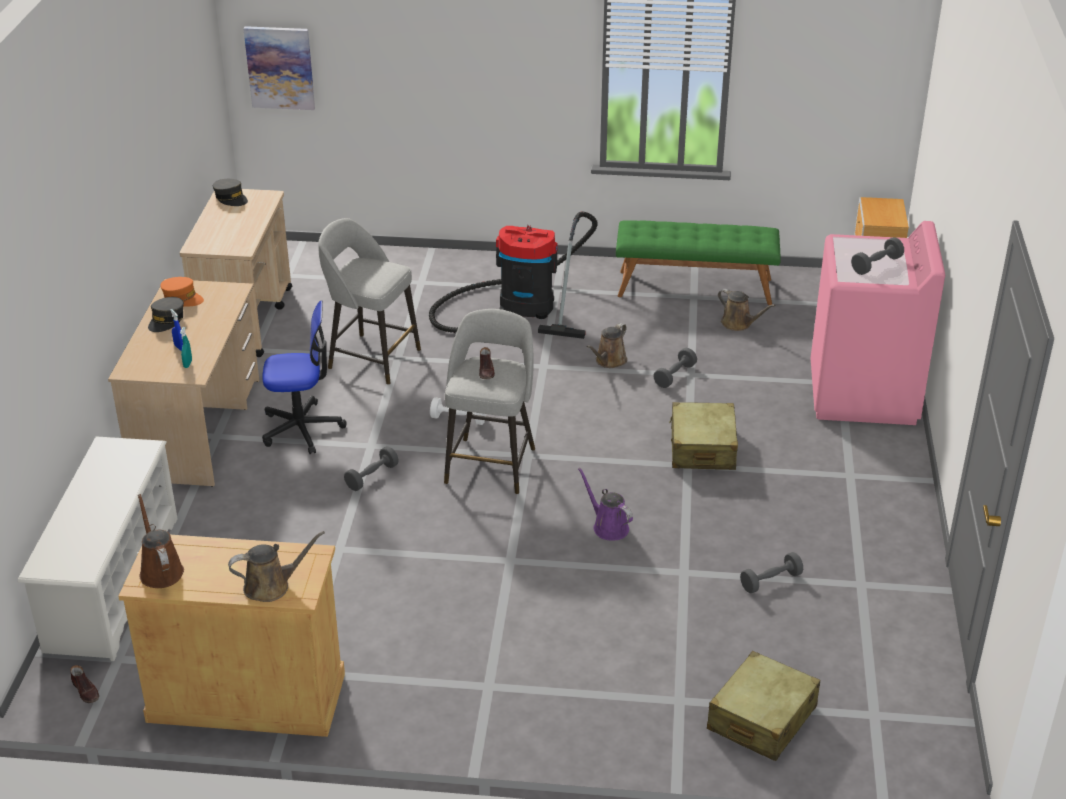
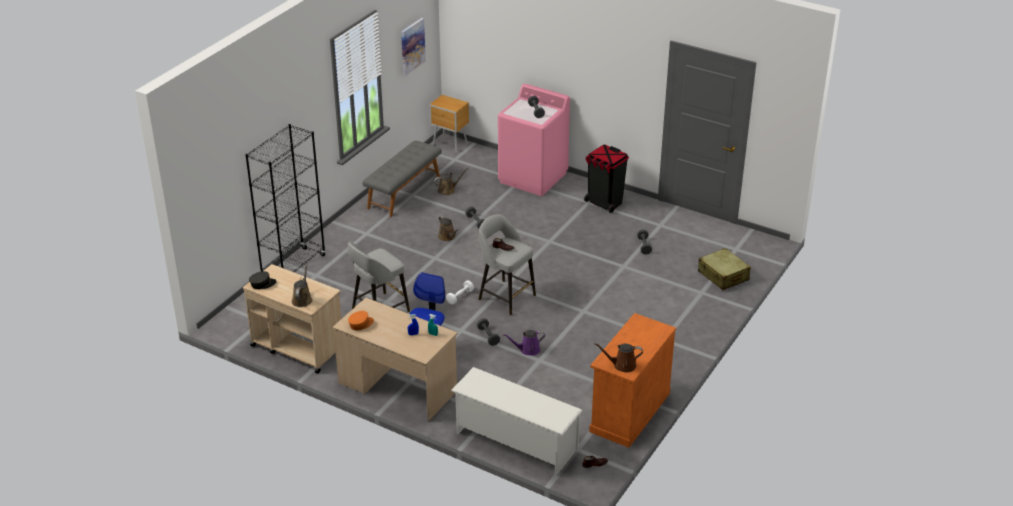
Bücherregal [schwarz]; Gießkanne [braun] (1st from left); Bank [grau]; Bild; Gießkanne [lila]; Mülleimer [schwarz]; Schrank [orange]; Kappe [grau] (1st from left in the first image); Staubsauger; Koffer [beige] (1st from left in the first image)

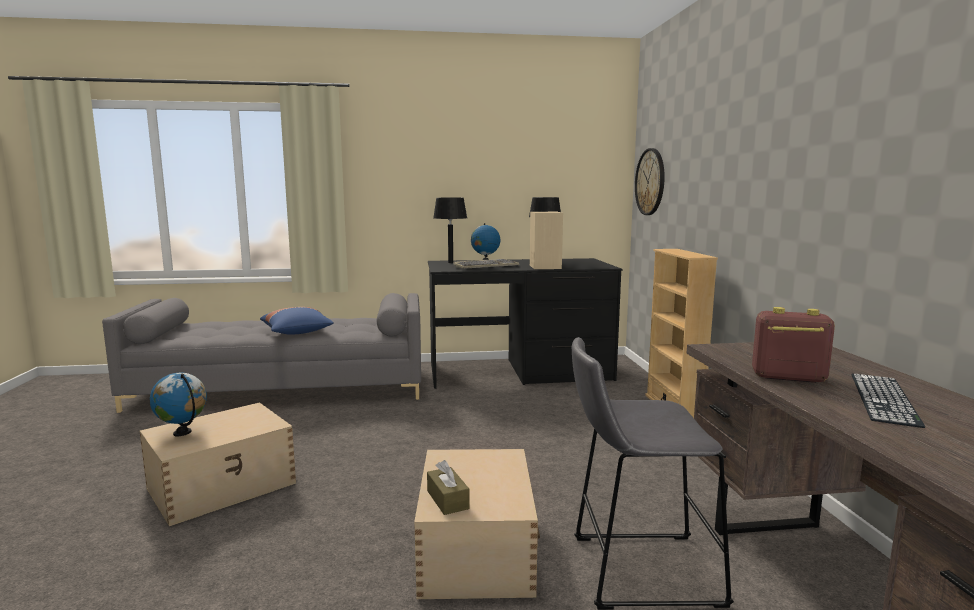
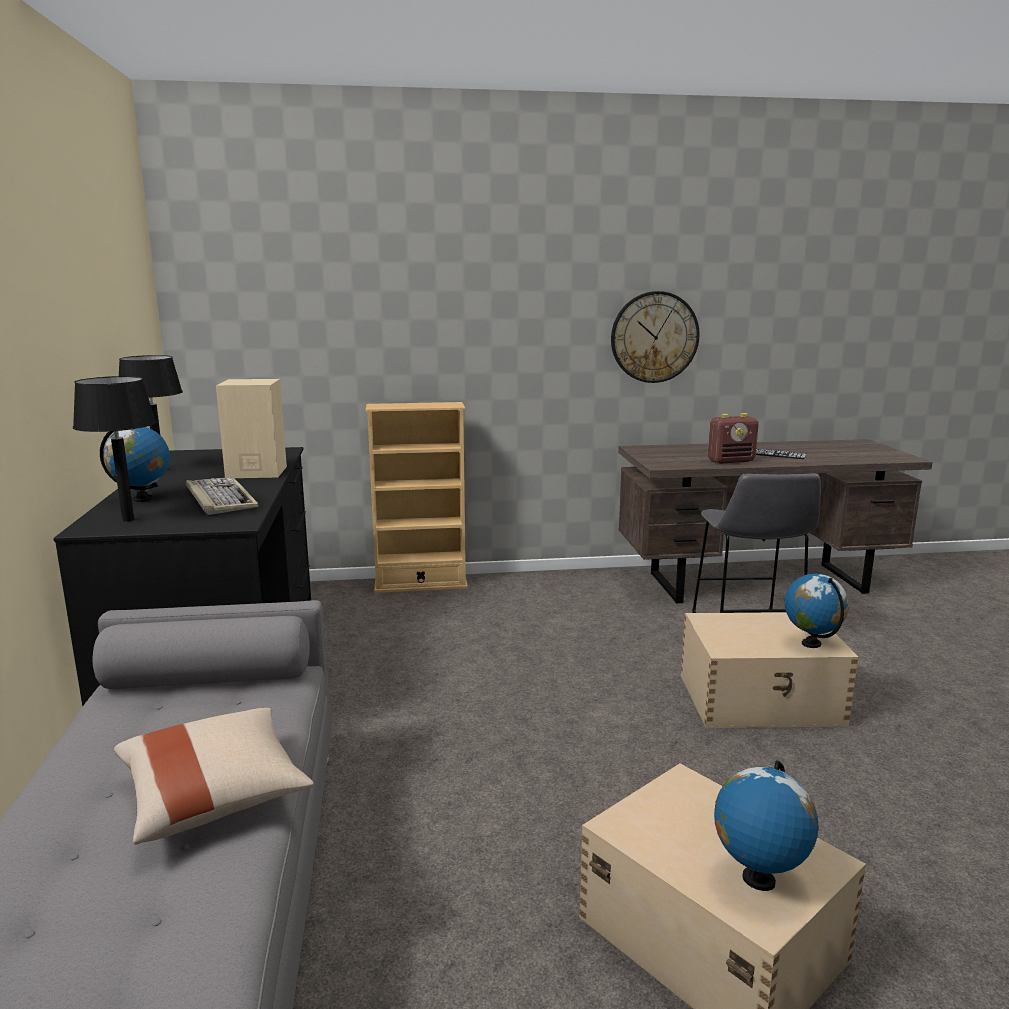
Kissen [beige]; Wanduhr; Radio; Globus (3rd from left)

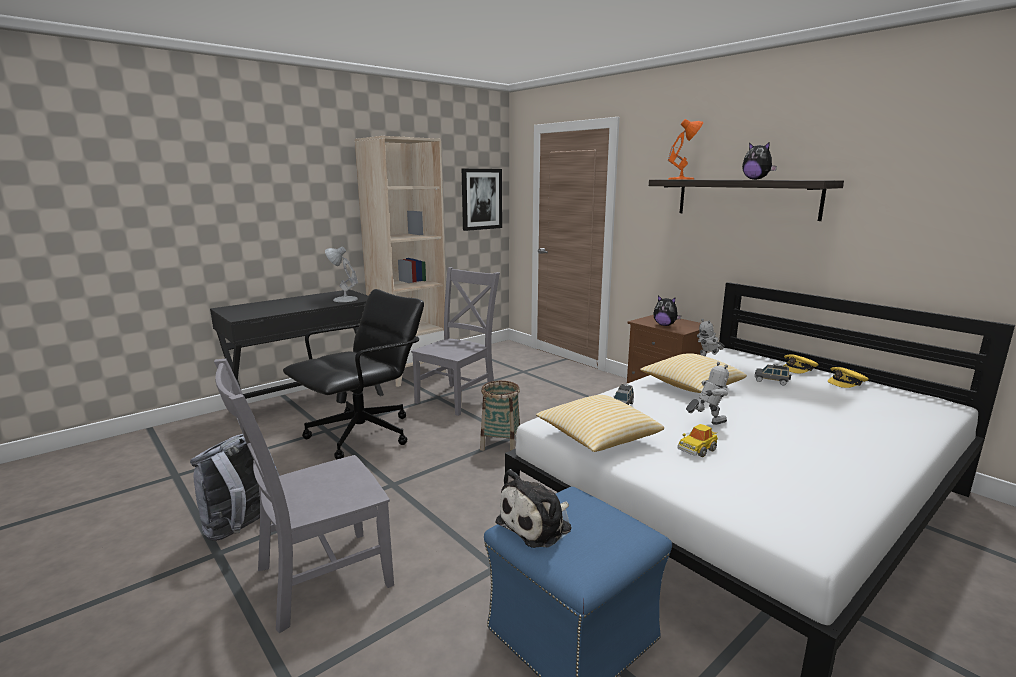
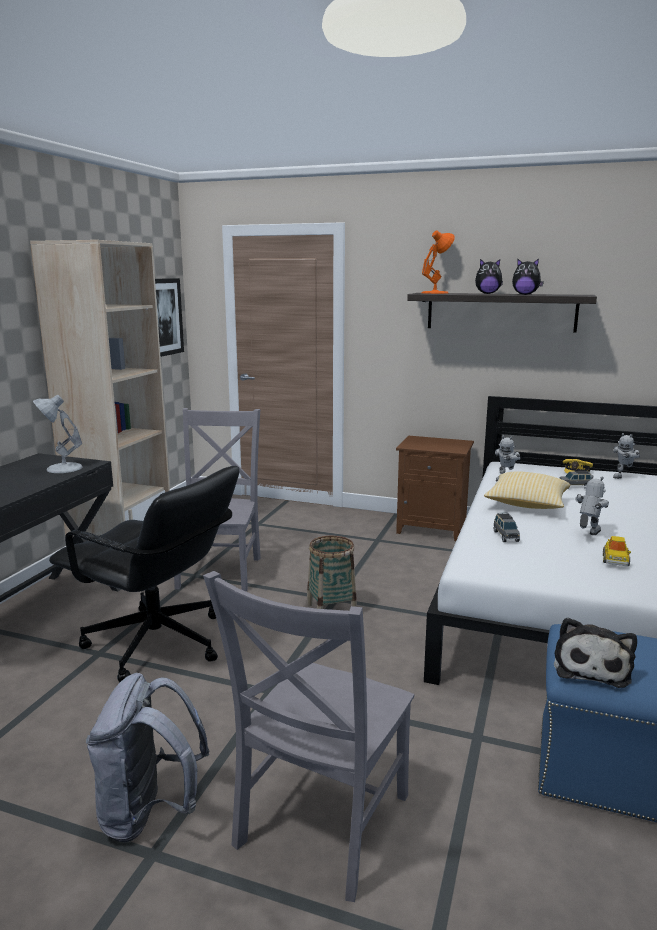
Bürostuhl [schwarz]; Plüschtier (1st from left); Spielzeugroboter (3rd from left); Kissen (1st from left in the first image)

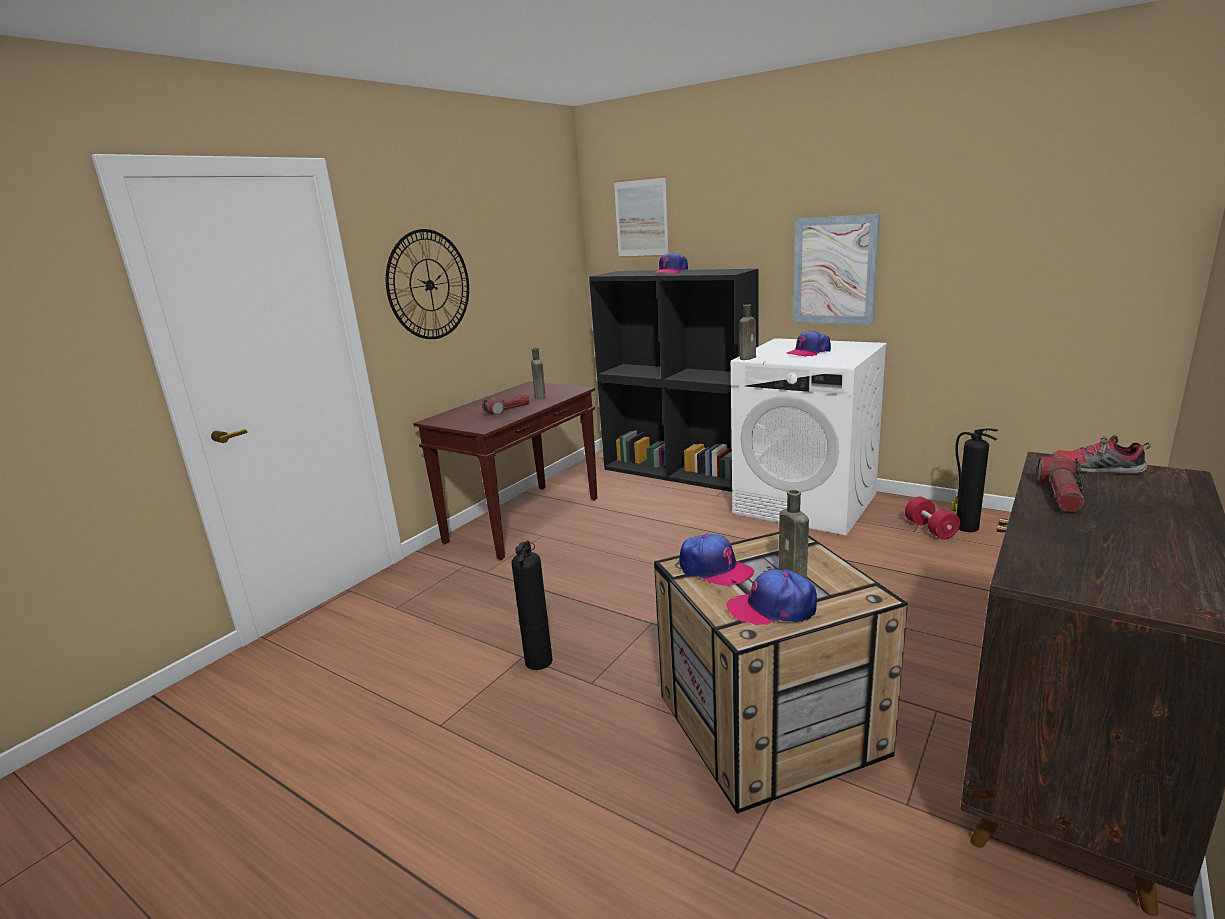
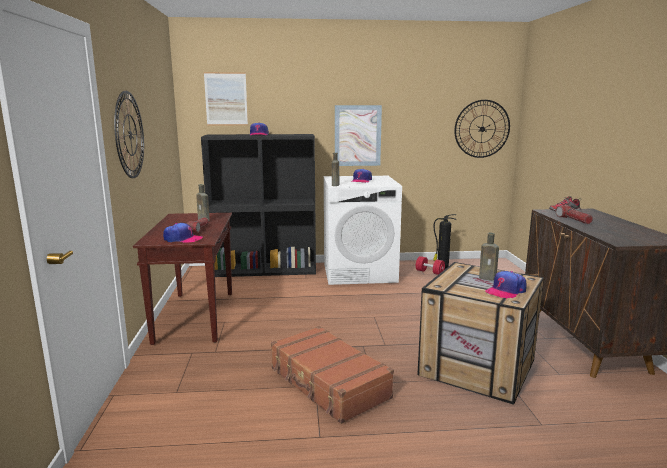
Kappe (1st from left); Koffer [braun]; Wanduhr (2nd from left)

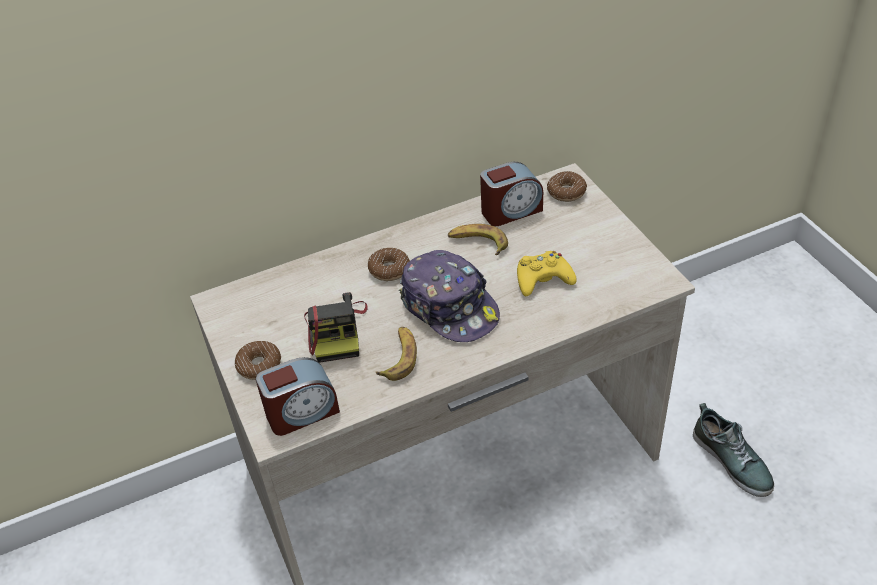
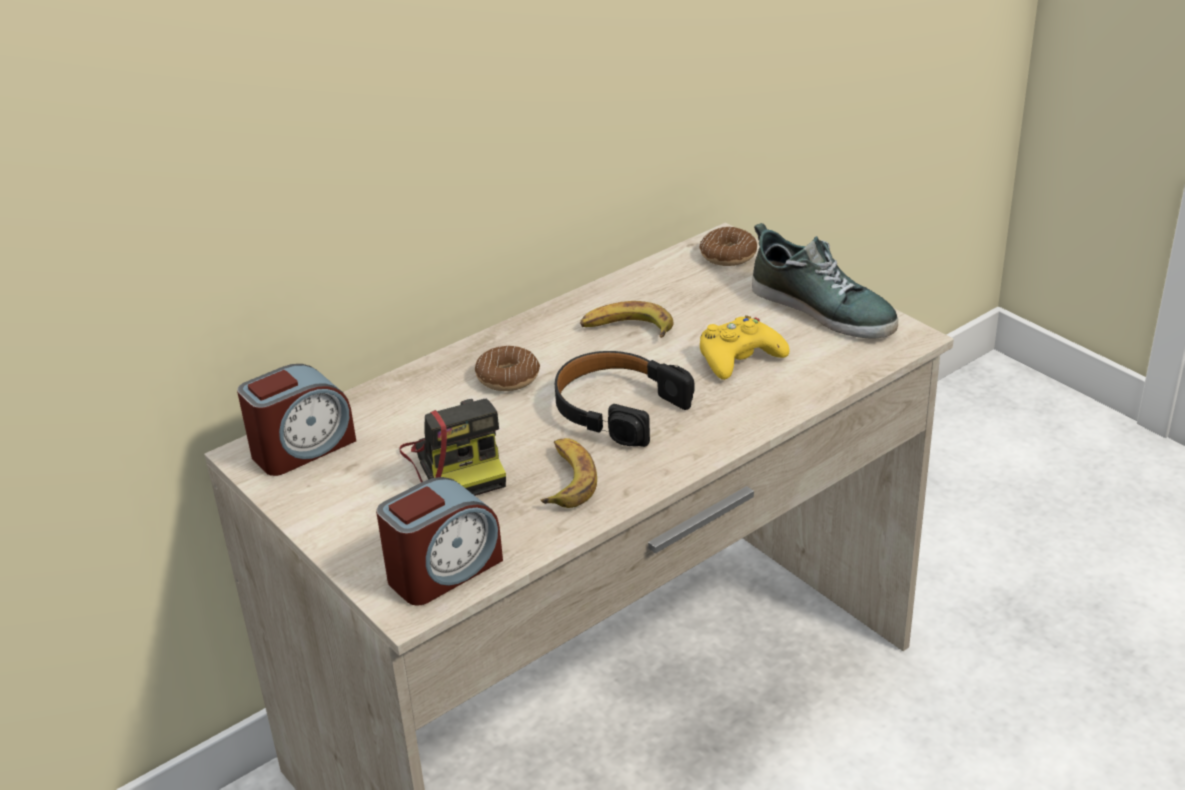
Wecker (1st from left); Kopfhörer [schwarz]; Schuh; Donut (1st from left in the first image)

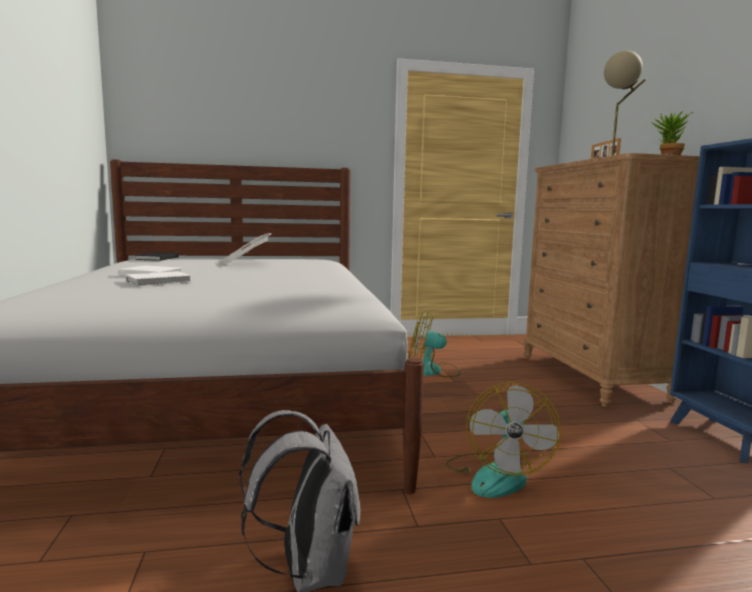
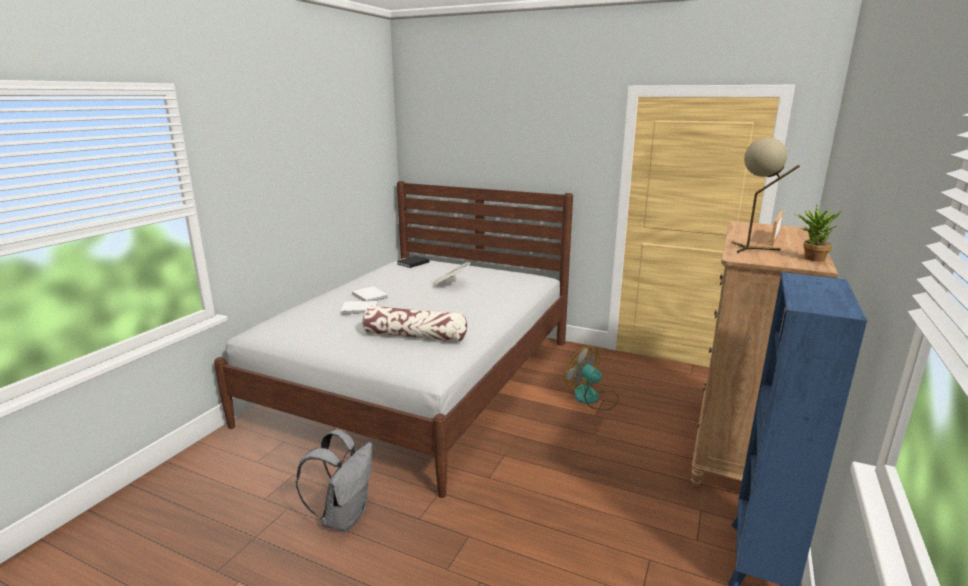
Kissen; Ventilator (2nd from left in the first image)

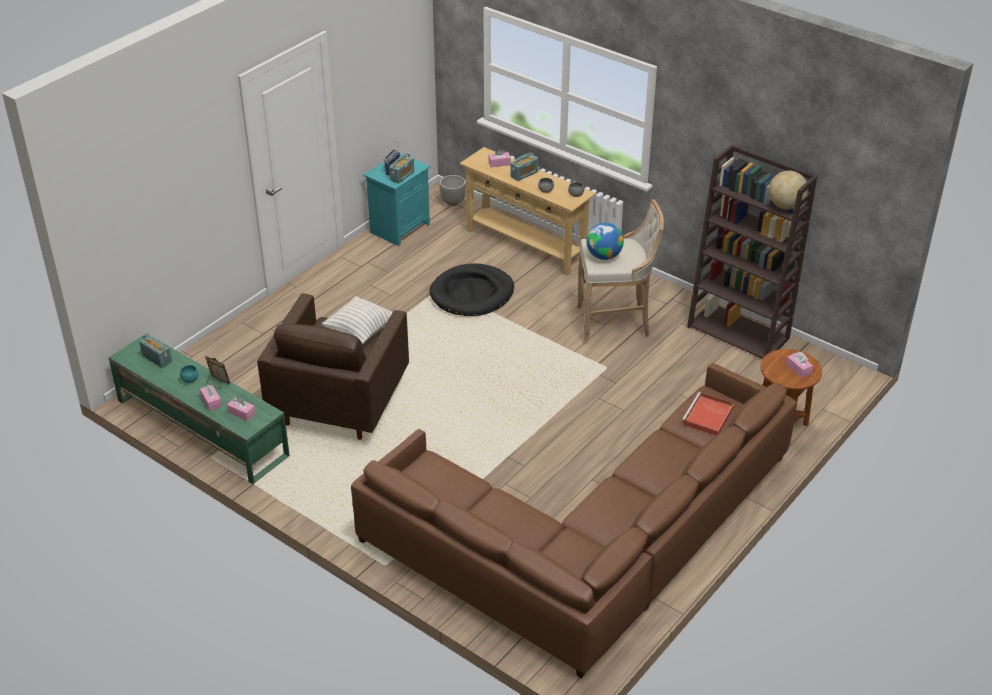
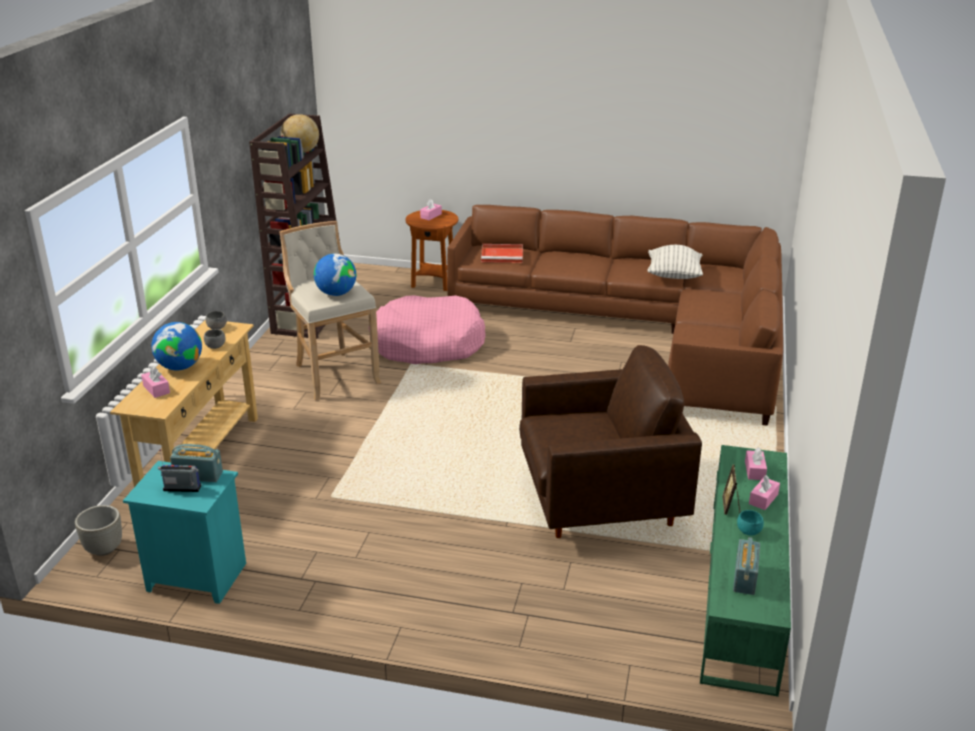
Globus (1st from left); Hundebett [rosa]; Kissen; Hundebett [schwarz]

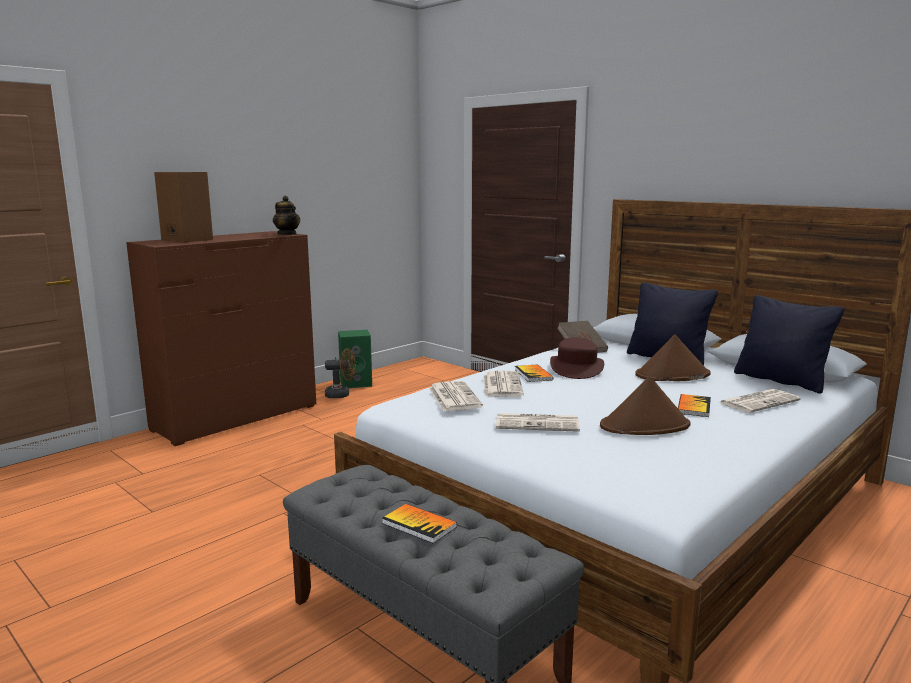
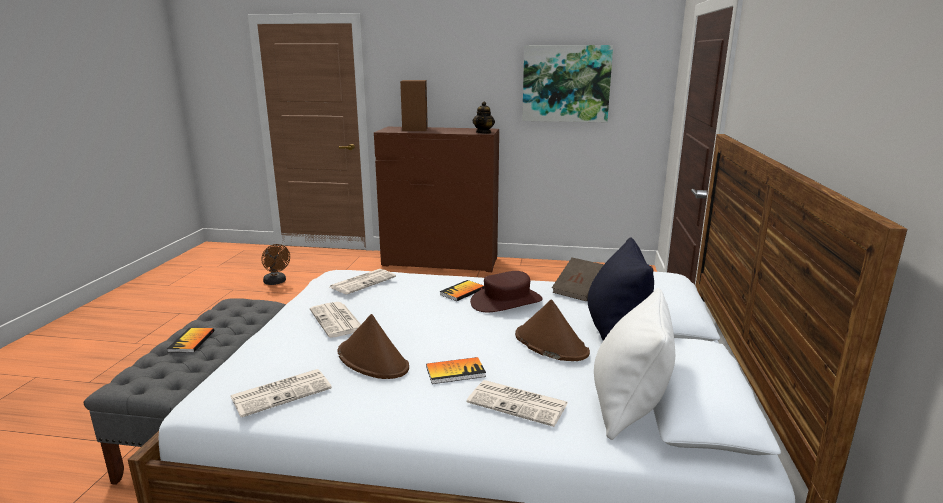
Zeitung (1st from left); Ventilator [braun]; Bild; Kissen [weiß]; Lautsprecher [grün]

